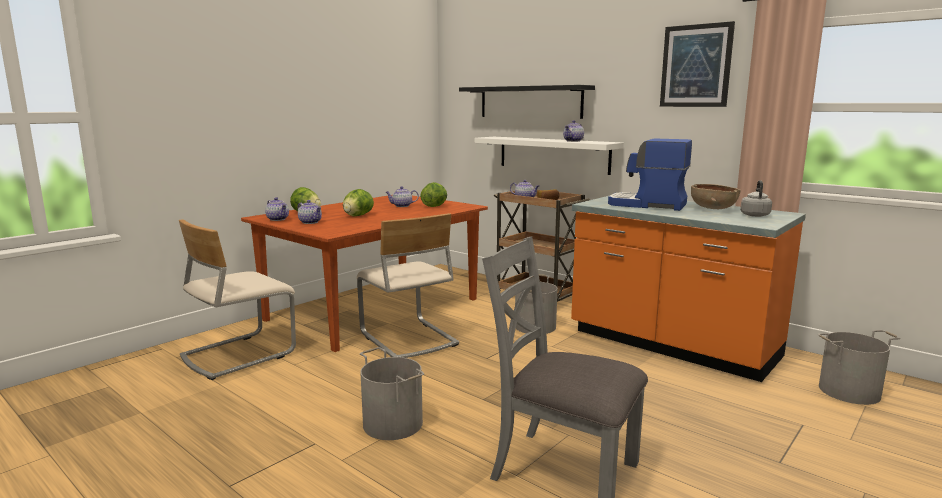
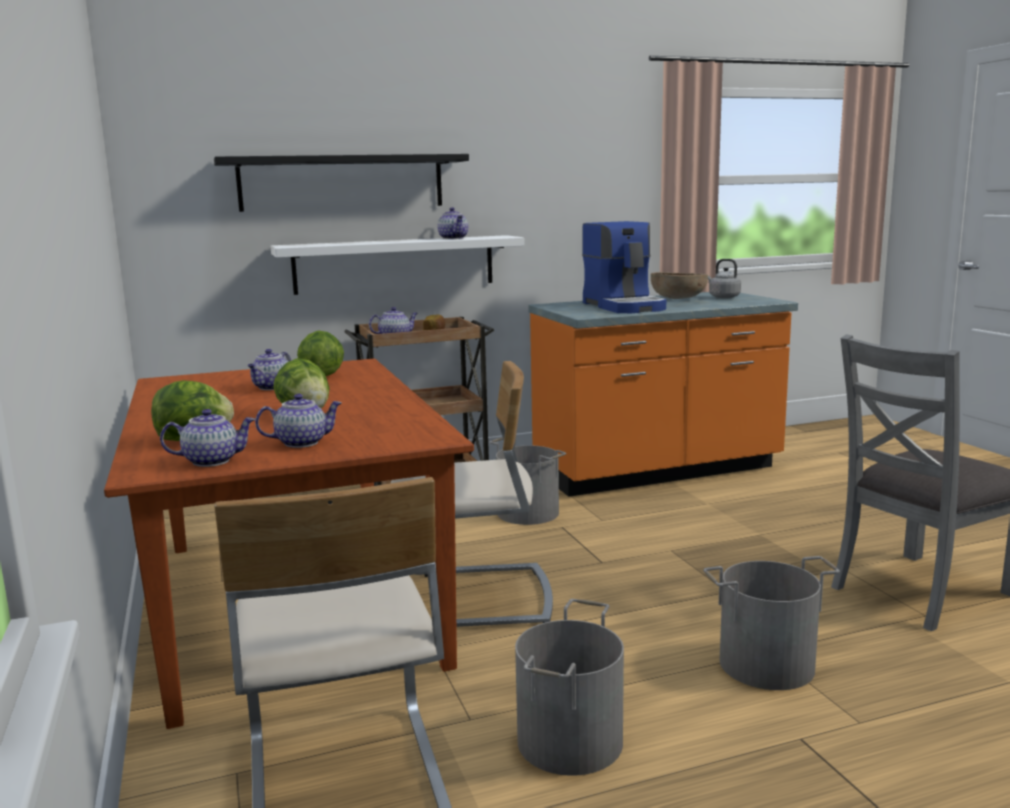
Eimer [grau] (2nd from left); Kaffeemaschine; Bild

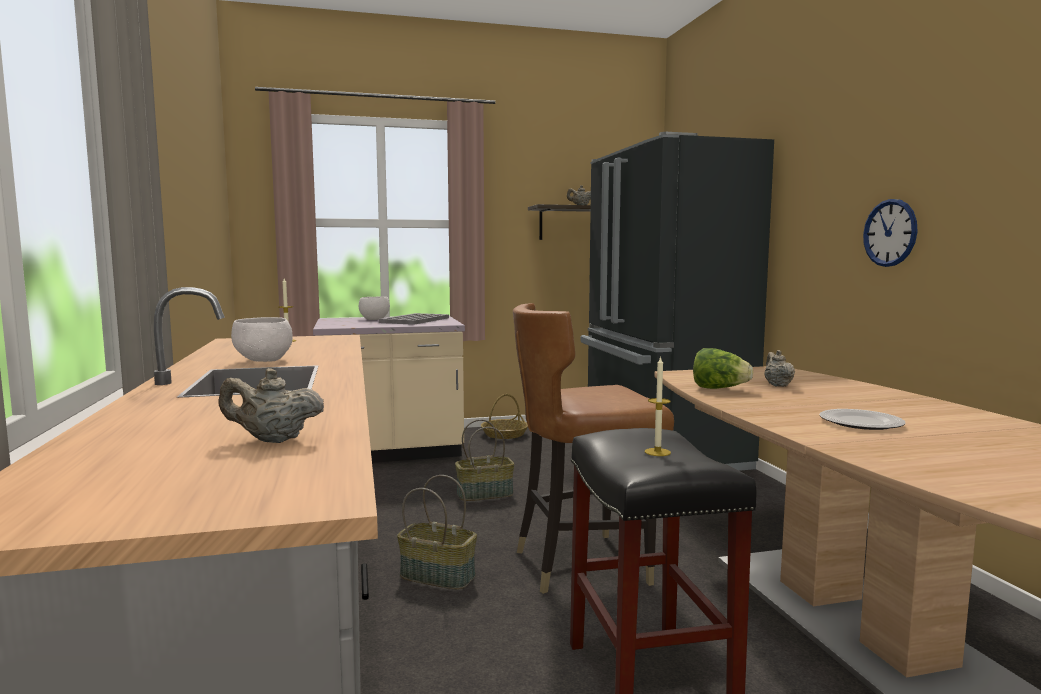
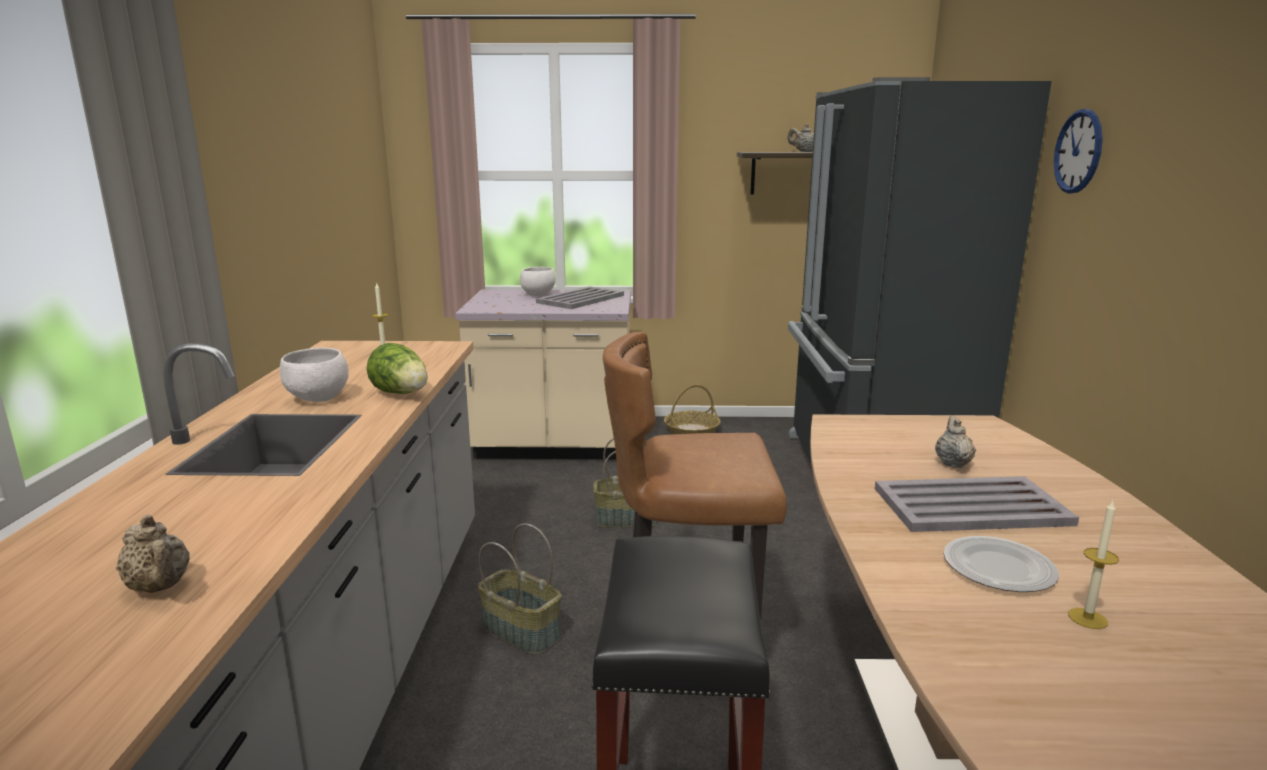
Teekanne [beige] (1st from left); Salatkopf; Tablett [grau] (2nd from left); Wanduhr; Kerze (2nd from left)

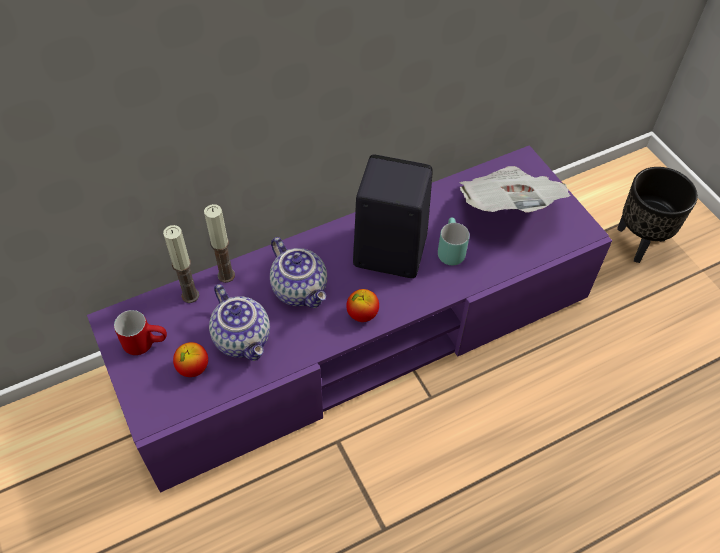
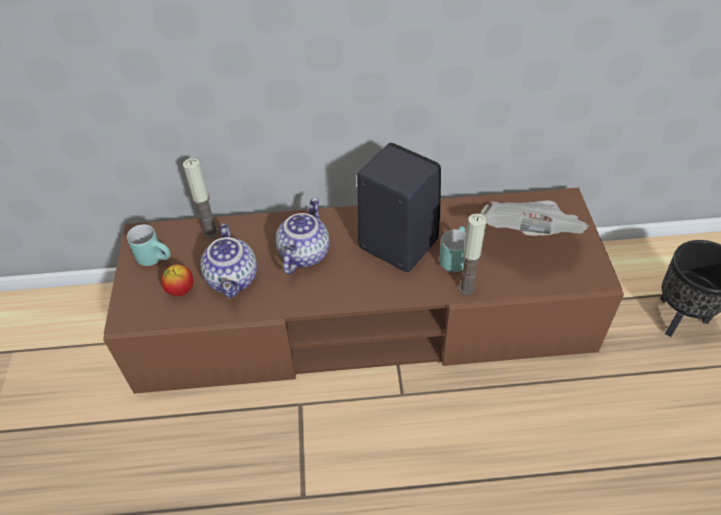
Fernsehschrank [braun]; Henkelbecher [türkis] (1st from left); Teekanne (2nd from left); Kerze (2nd from left); Apfel (2nd from left in the first image)

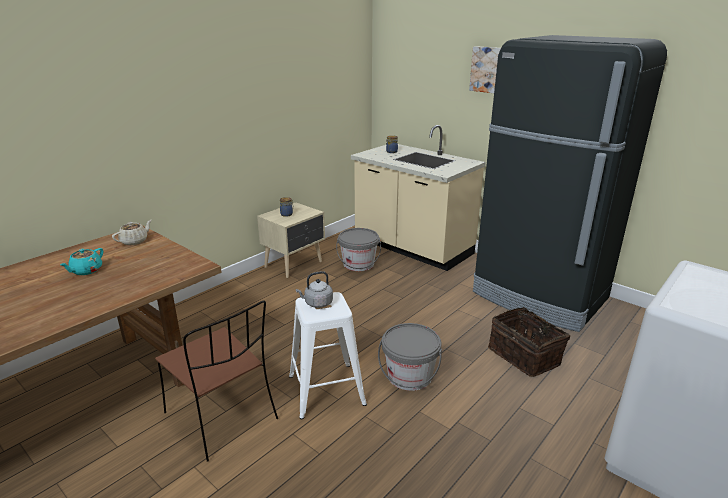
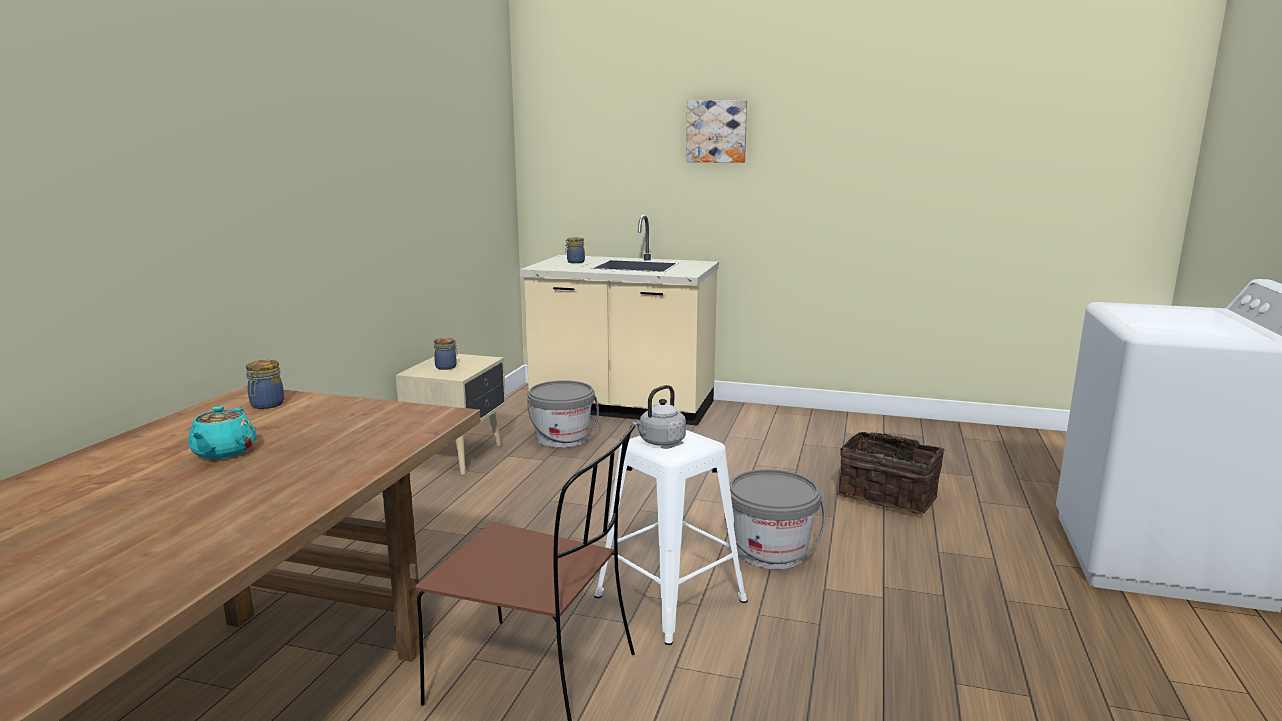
Vorratsglas (1st from left); Kühlschrank [schwarz]

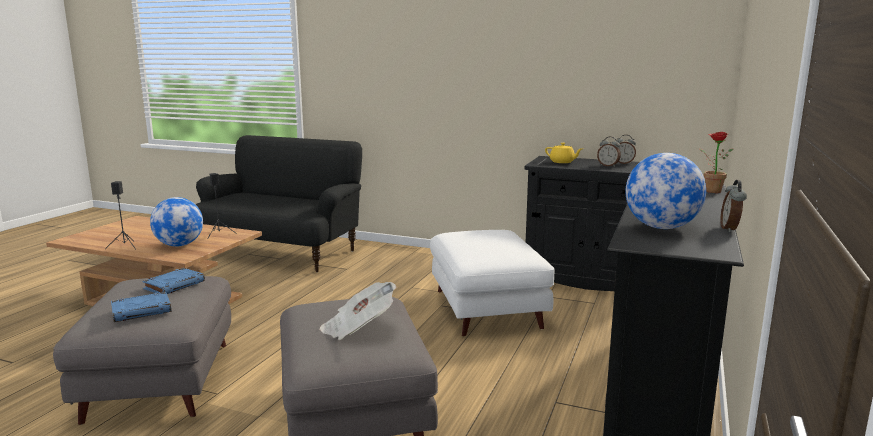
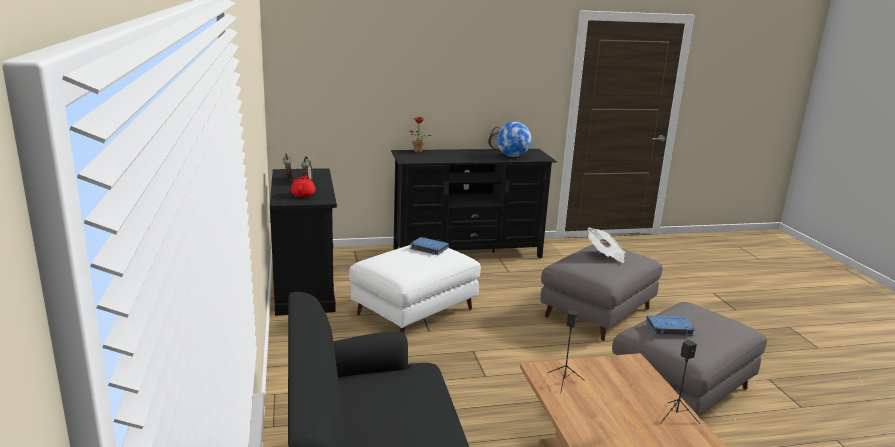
Teekanne [rot]; Buch [blau] (1st from left); Globus (1st from left in the first image)

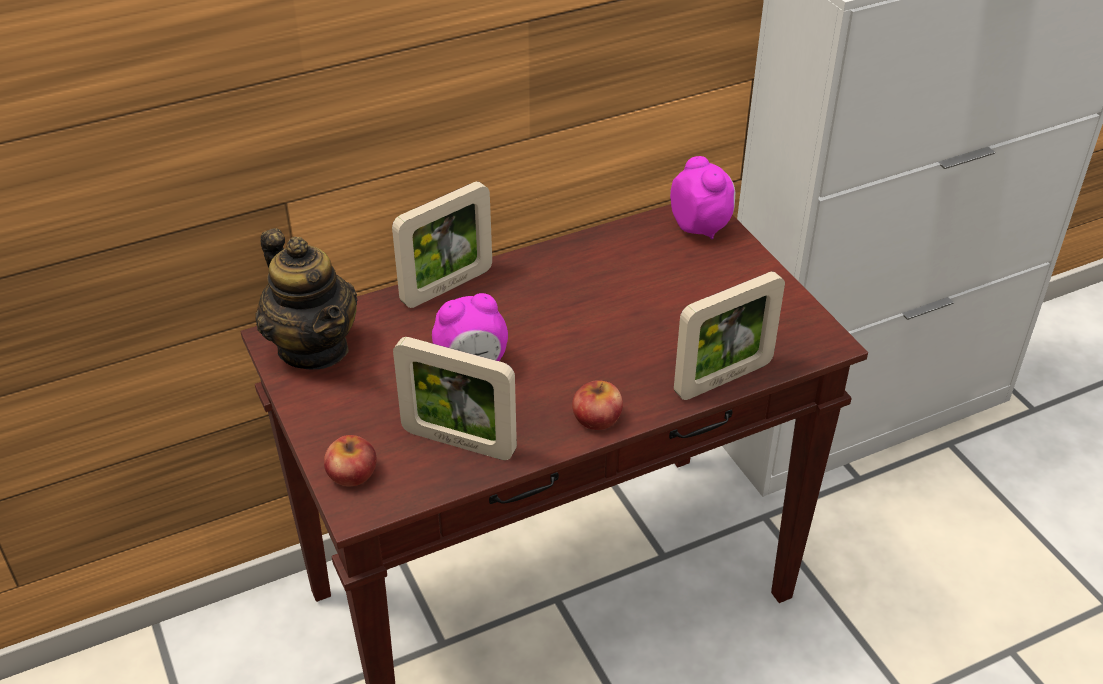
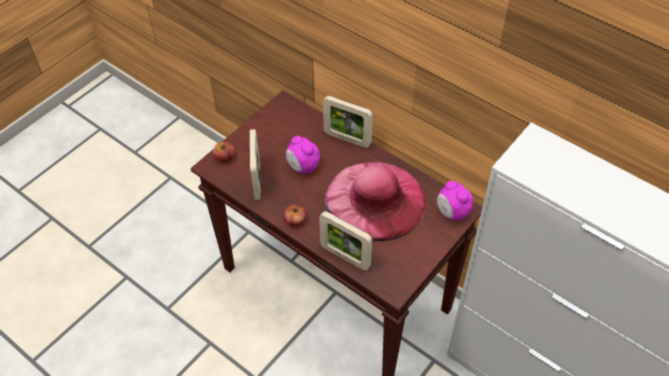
Hut [rosa]; Wecker (2nd from left); Teekanne

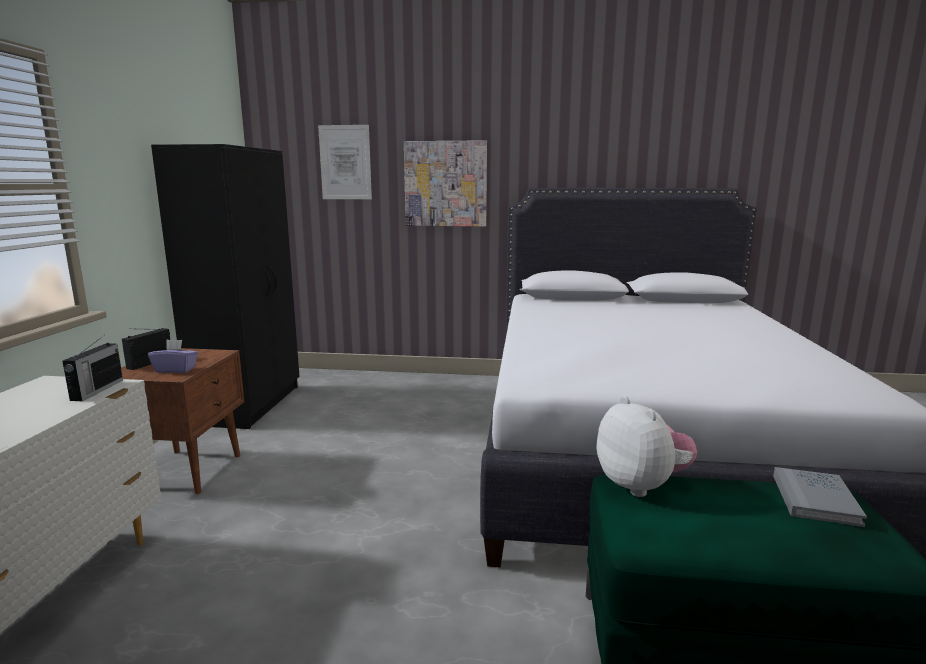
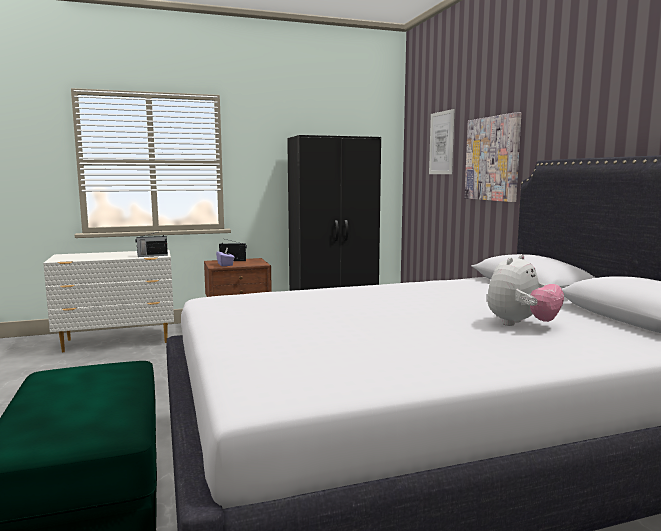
Plüschtier; Buch [grau]

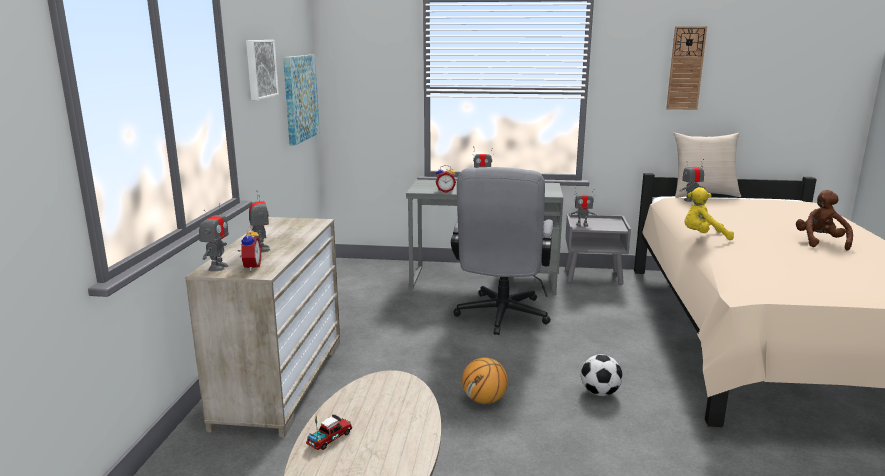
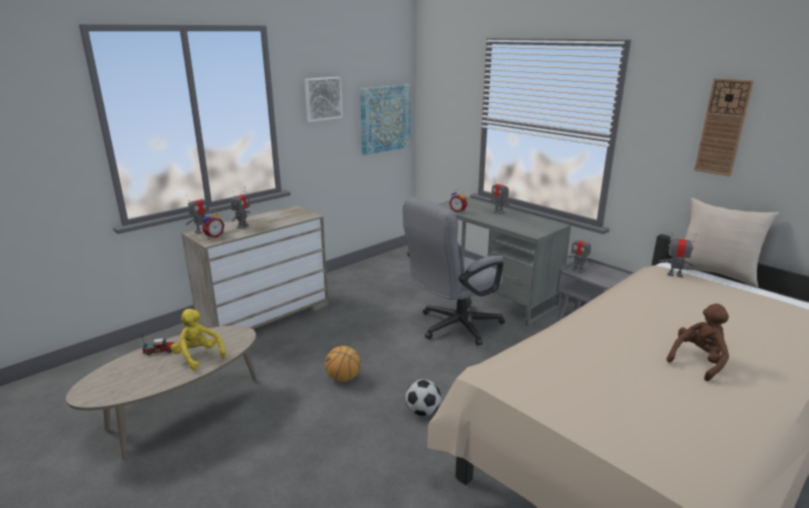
Plüschtier [gelb]

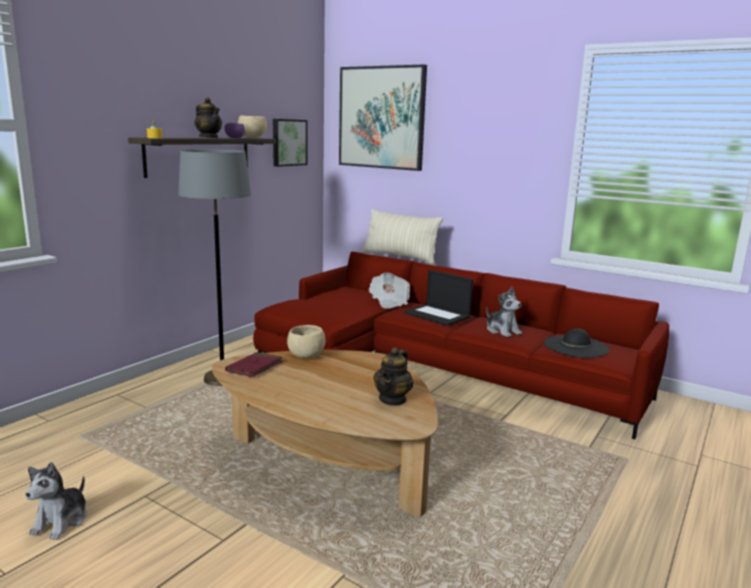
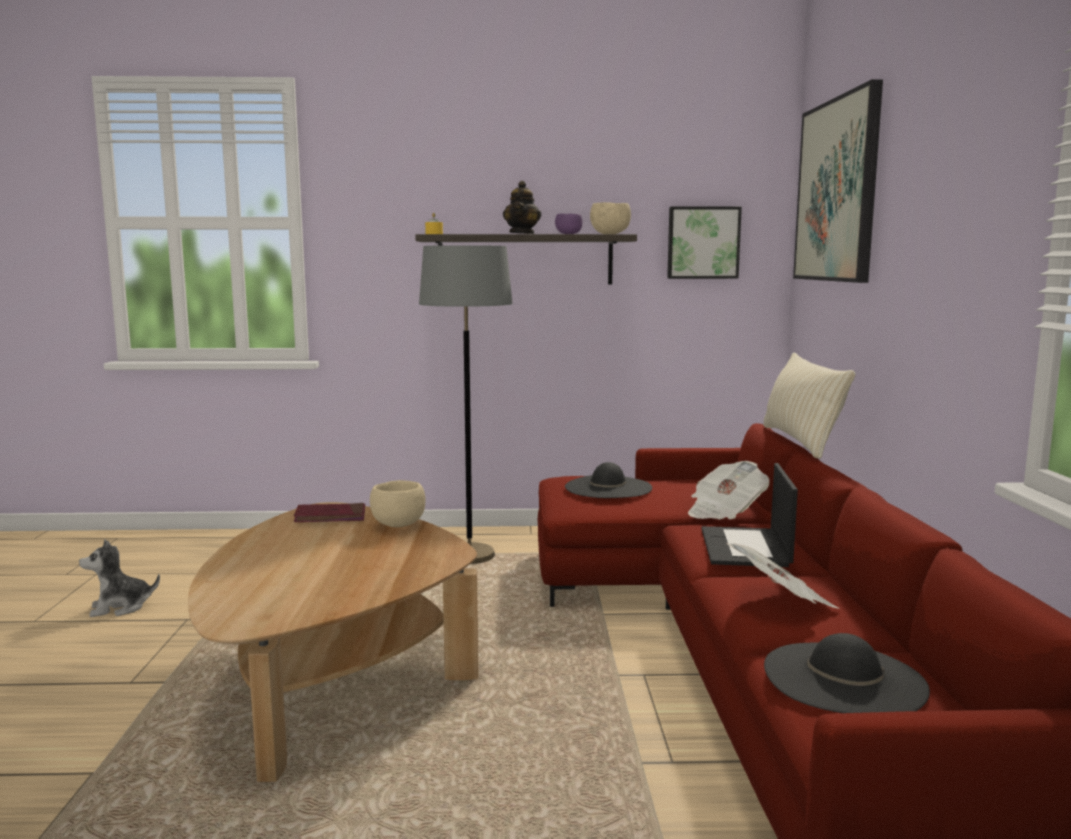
Hut [schwarz] (1st from left); Zeitung (2nd from left); Teekanne (2nd from left in the first image)

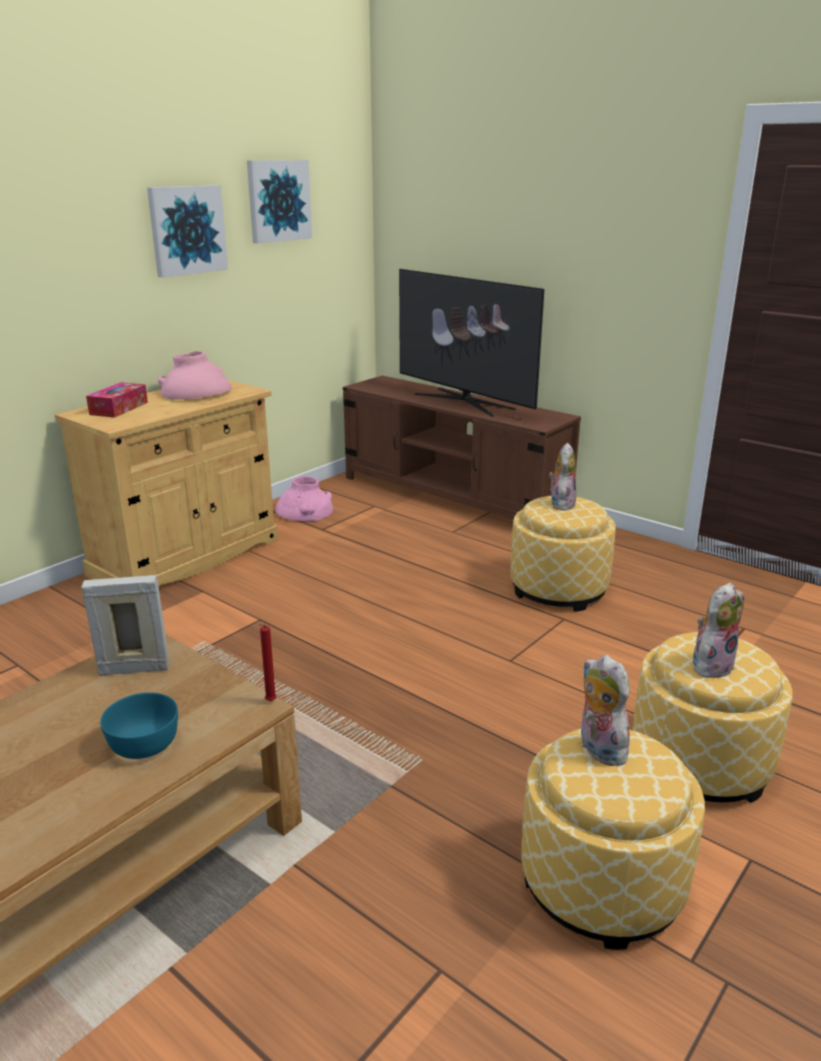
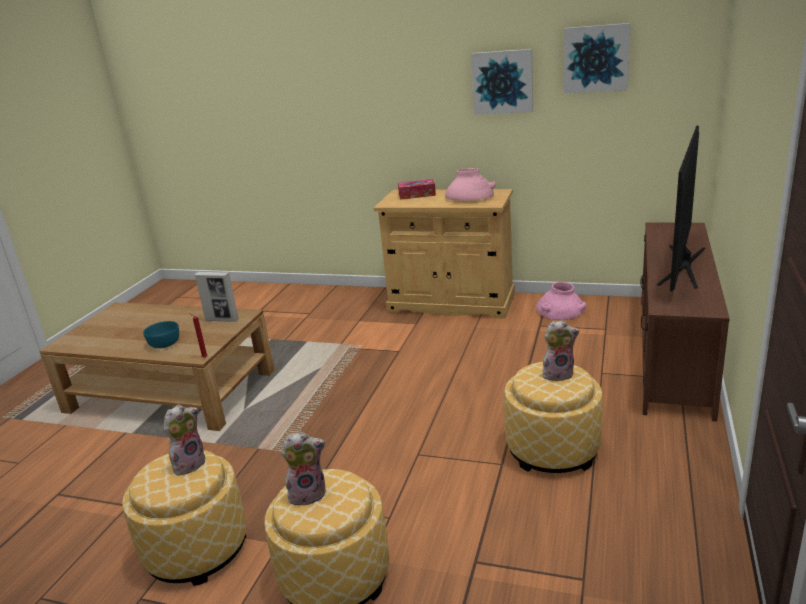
Bilderrahmen; Plüschtier (2nd from left)

